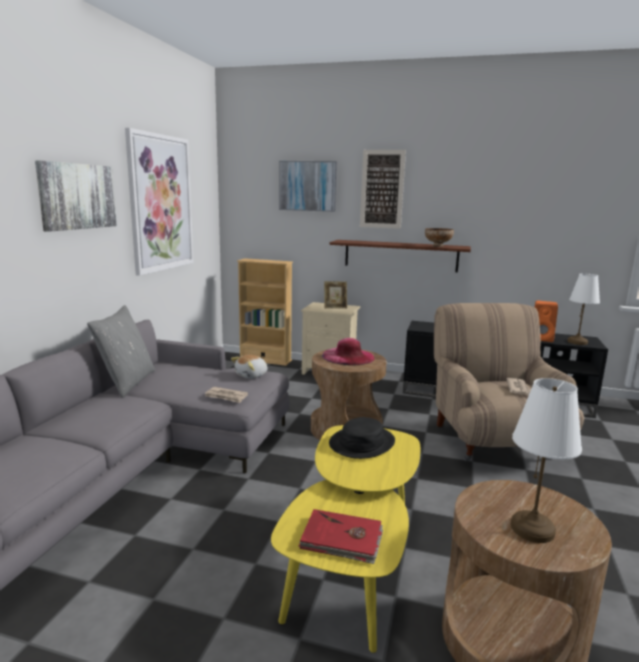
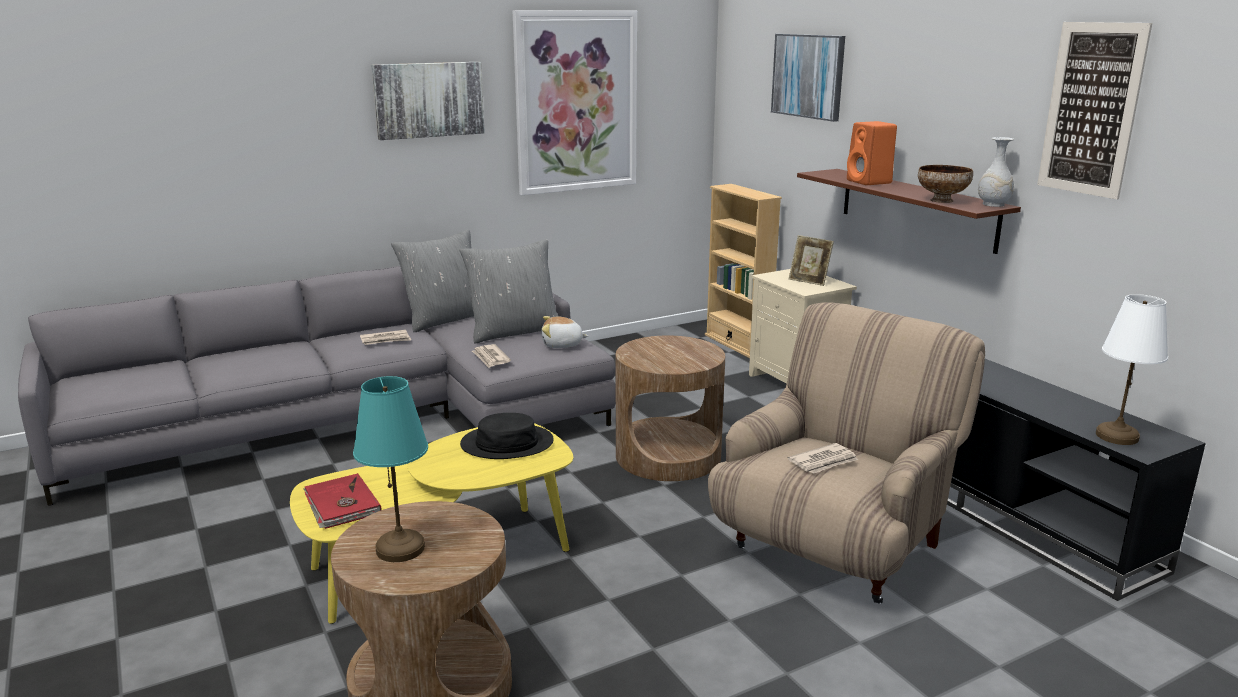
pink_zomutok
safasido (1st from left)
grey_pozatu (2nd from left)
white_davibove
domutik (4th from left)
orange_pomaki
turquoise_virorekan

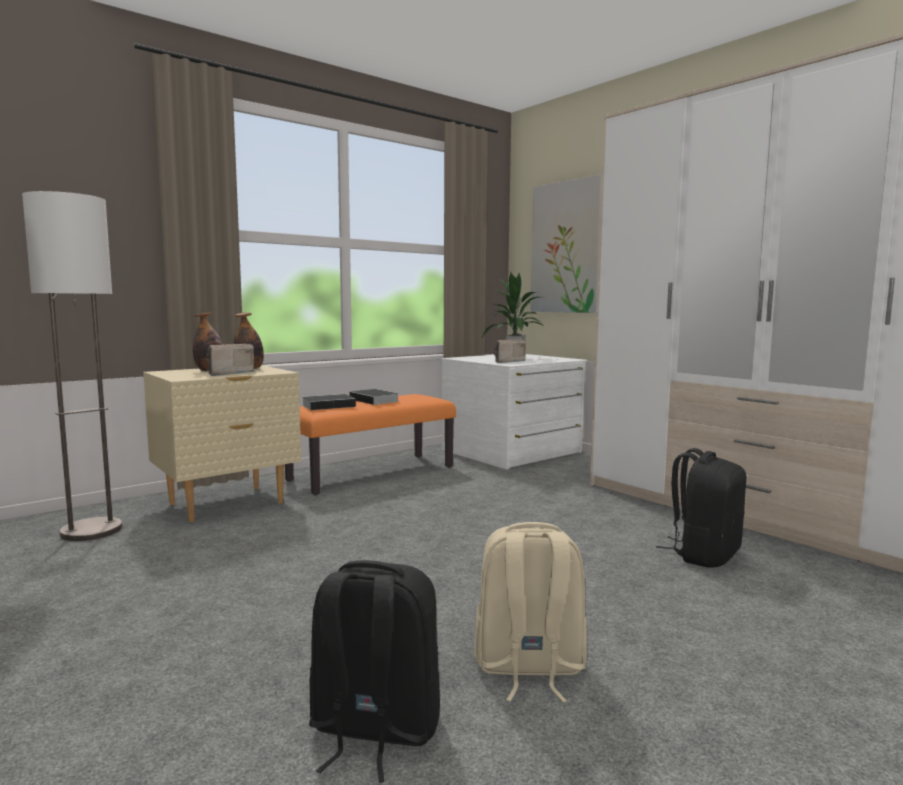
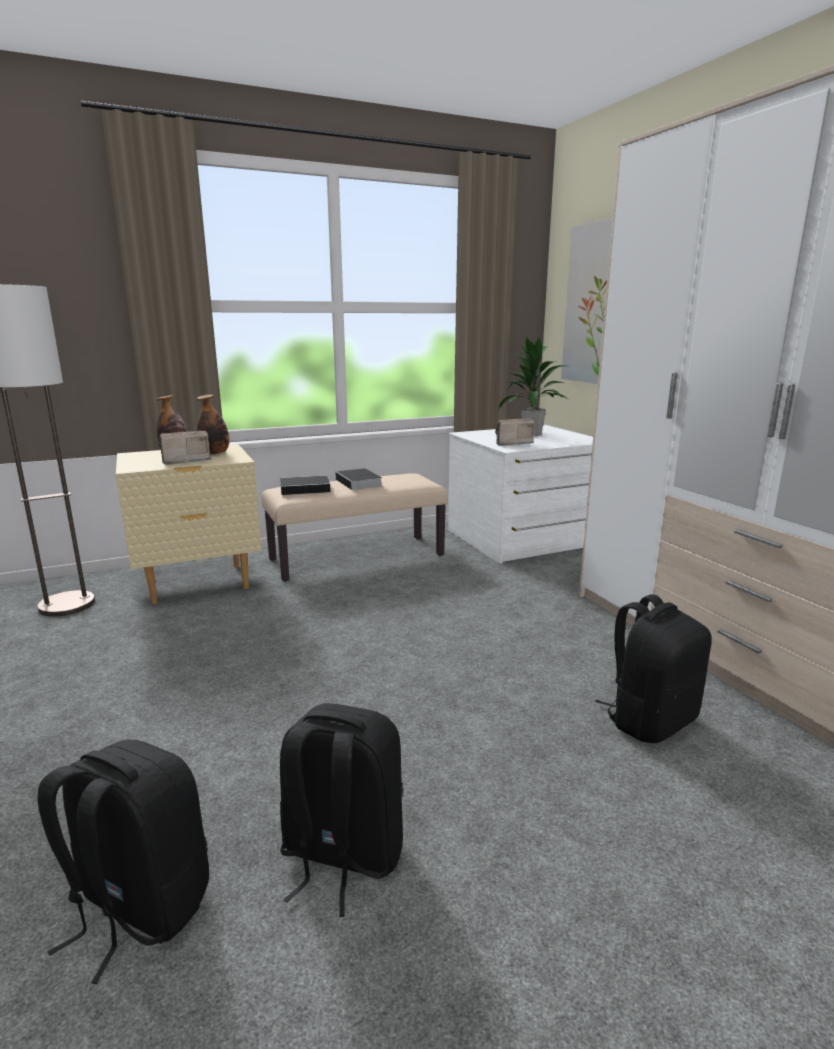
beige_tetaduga
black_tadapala (2nd from left)

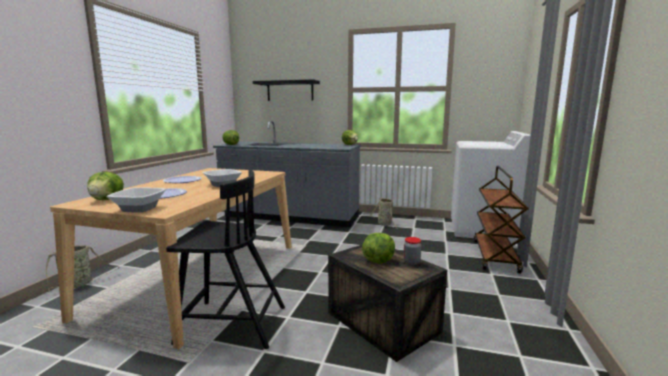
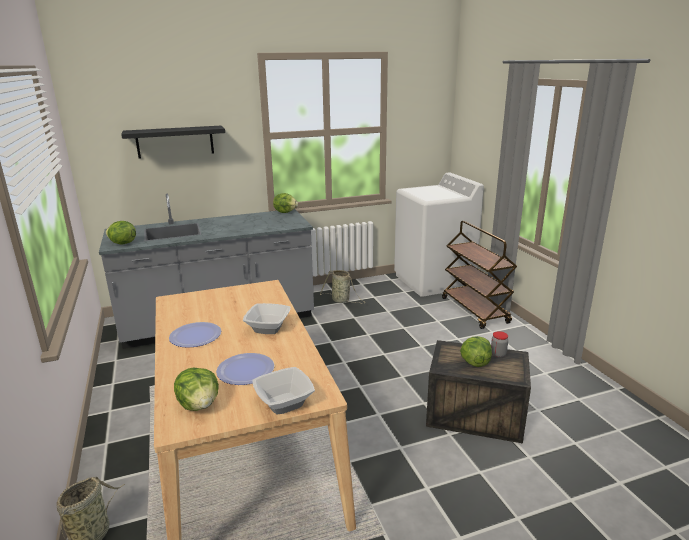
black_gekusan

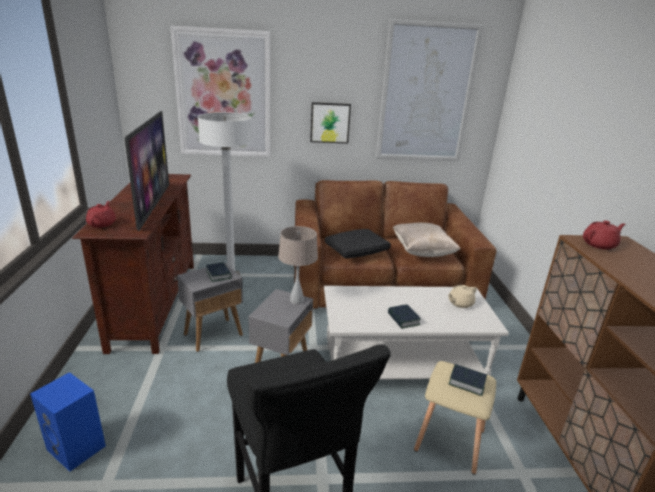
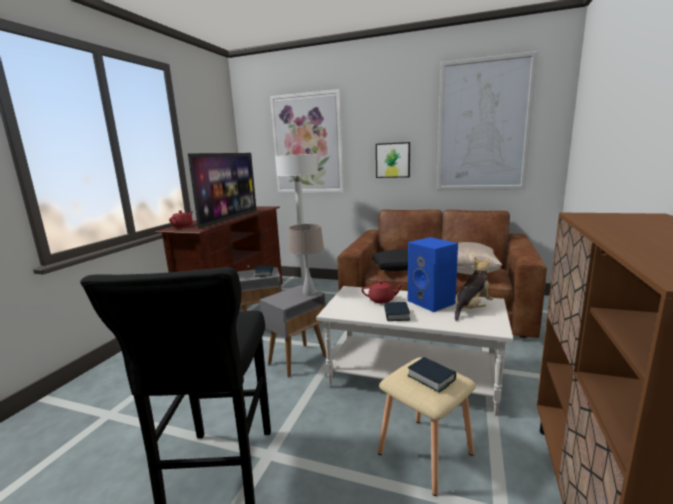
blue_pomaki
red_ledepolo (2nd from left)
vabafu

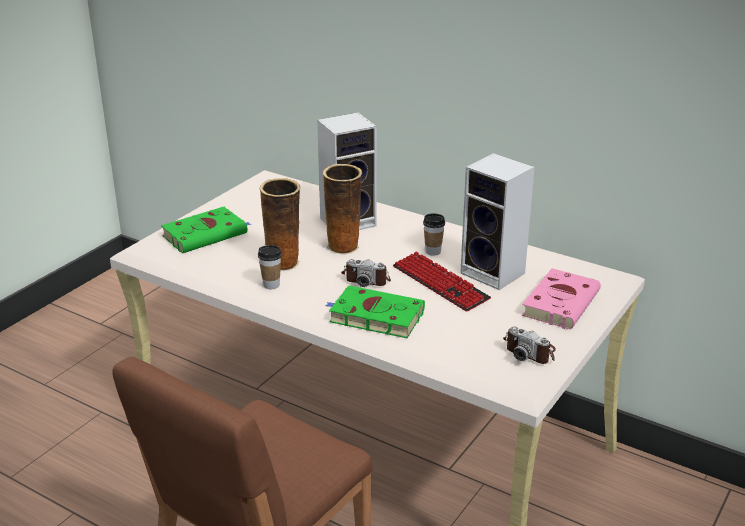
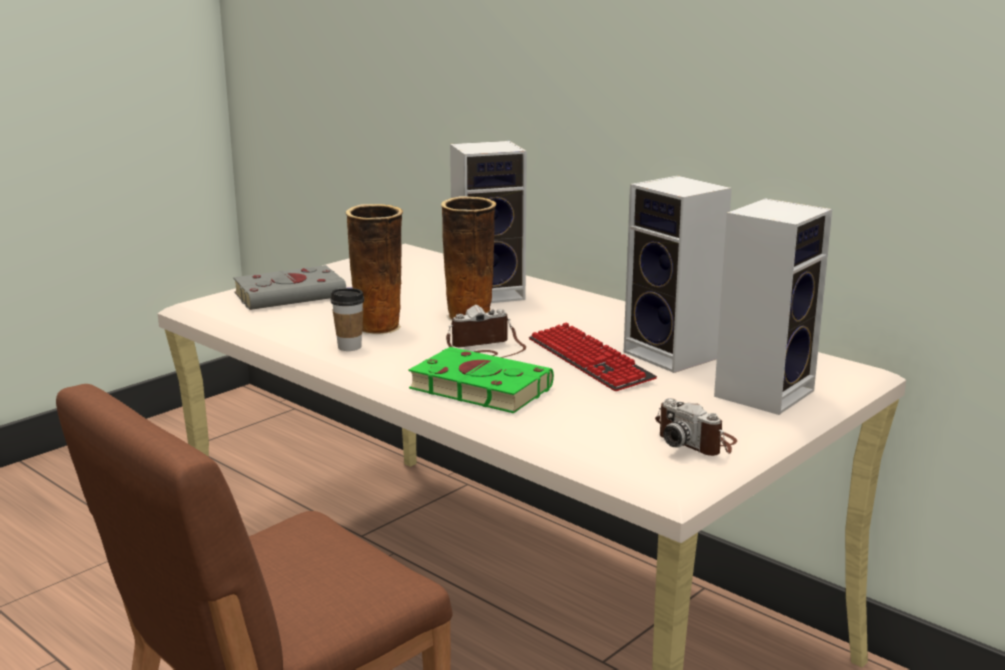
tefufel (2nd from left in the first image)
pomaki (3rd from left)
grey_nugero
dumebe (1st from left)

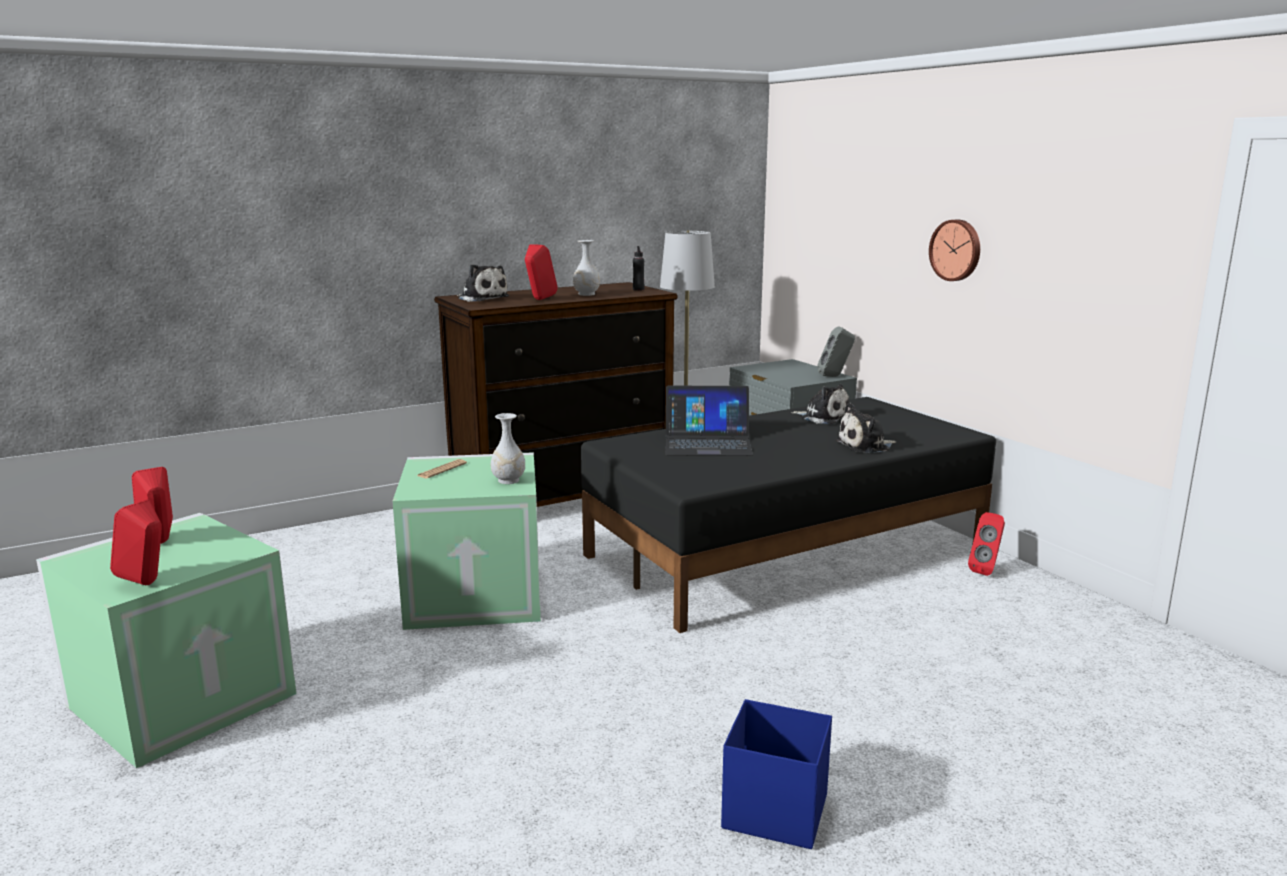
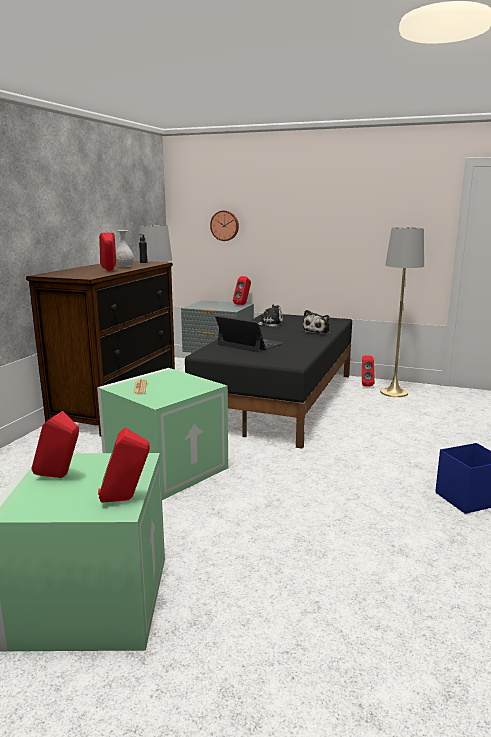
vabafu (1st from left in the first image)
white_davibove (1st from left in the first image)
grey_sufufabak (2nd from left)
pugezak
red_pomaki (4th from left)
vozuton

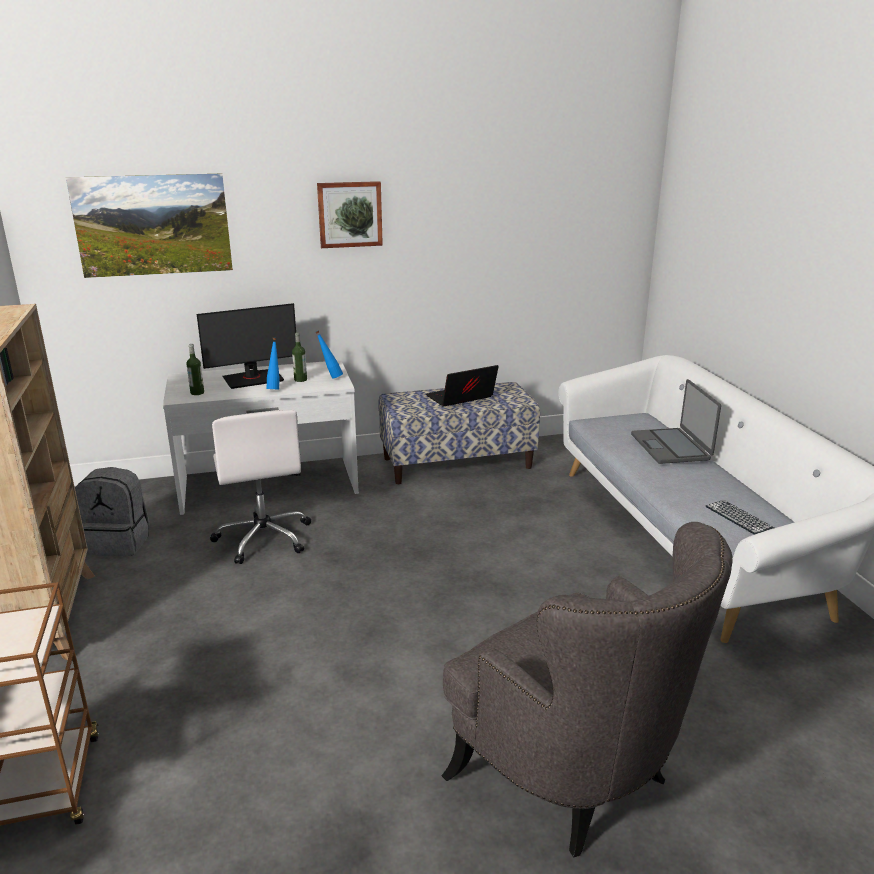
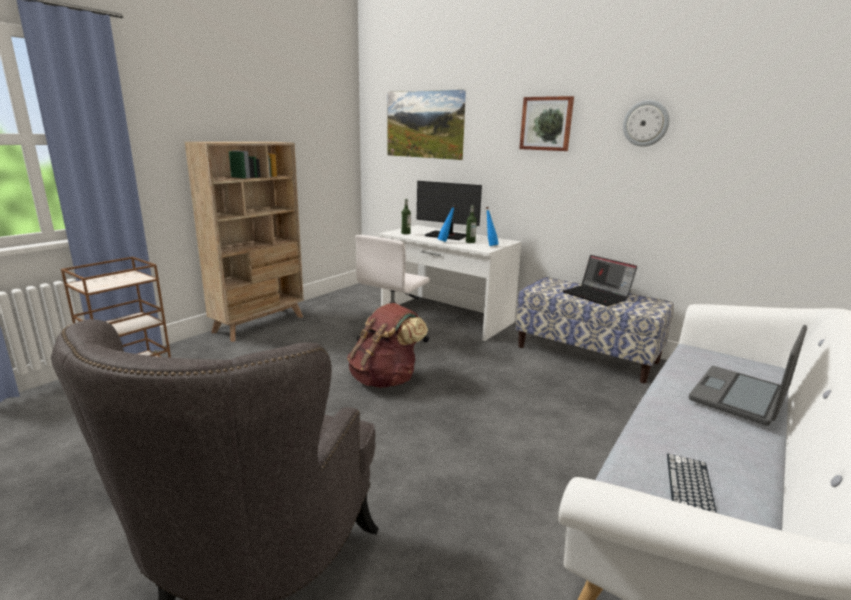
grey_tadapala
brown_tadapala
pugezak
vozuton (1st from left)

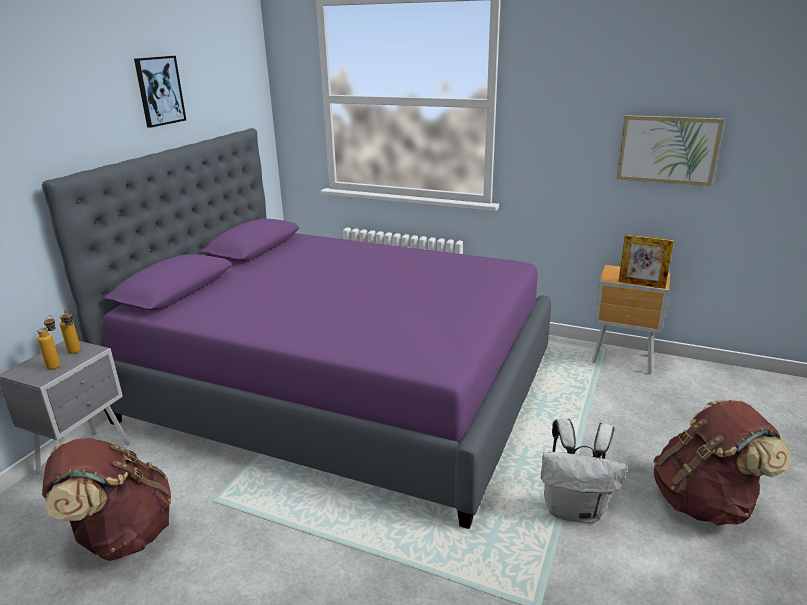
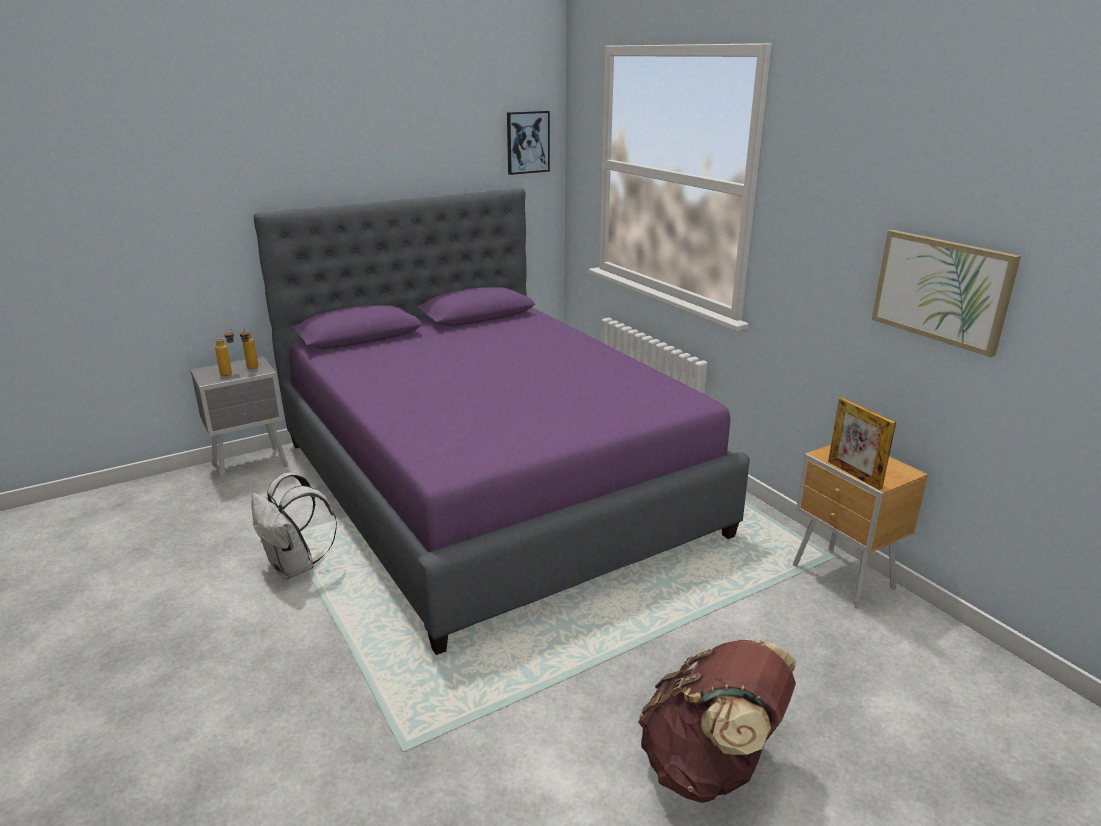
brown_tadapala (1st from left in the first image)
domutik (1st from left)
white_tadapala

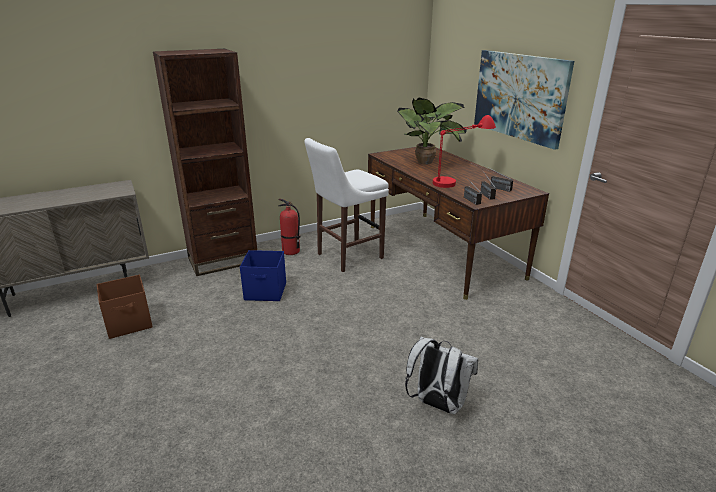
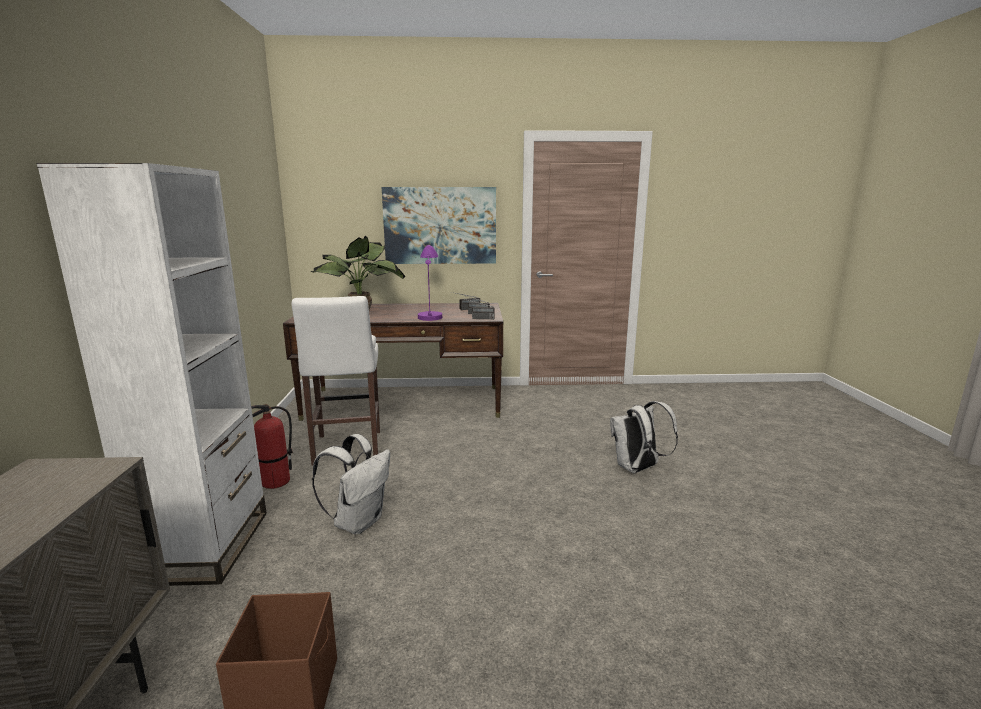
white_tadapala (1st from left)
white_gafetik
purple_virorekan

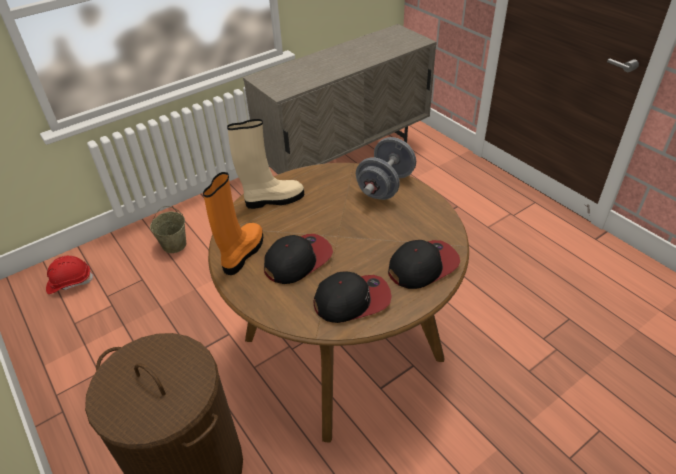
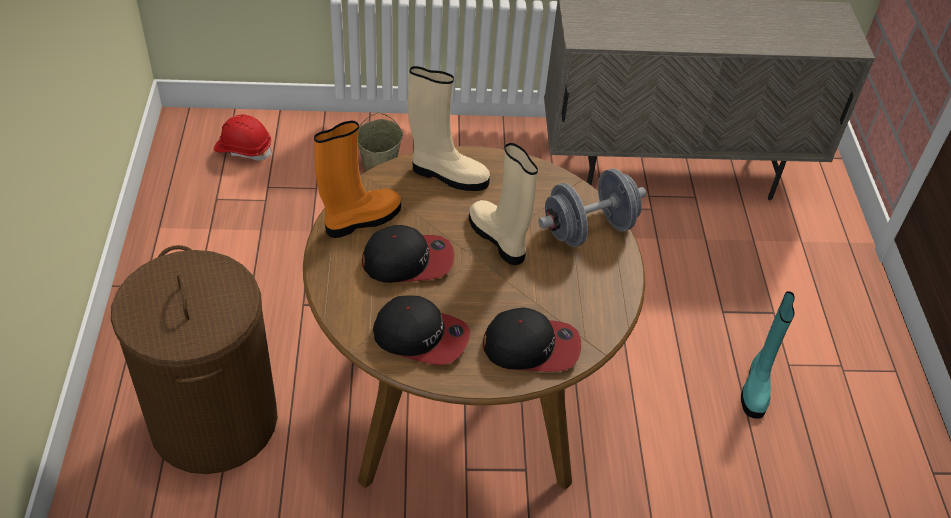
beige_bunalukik (2nd from left)
turquoise_bunalukik

